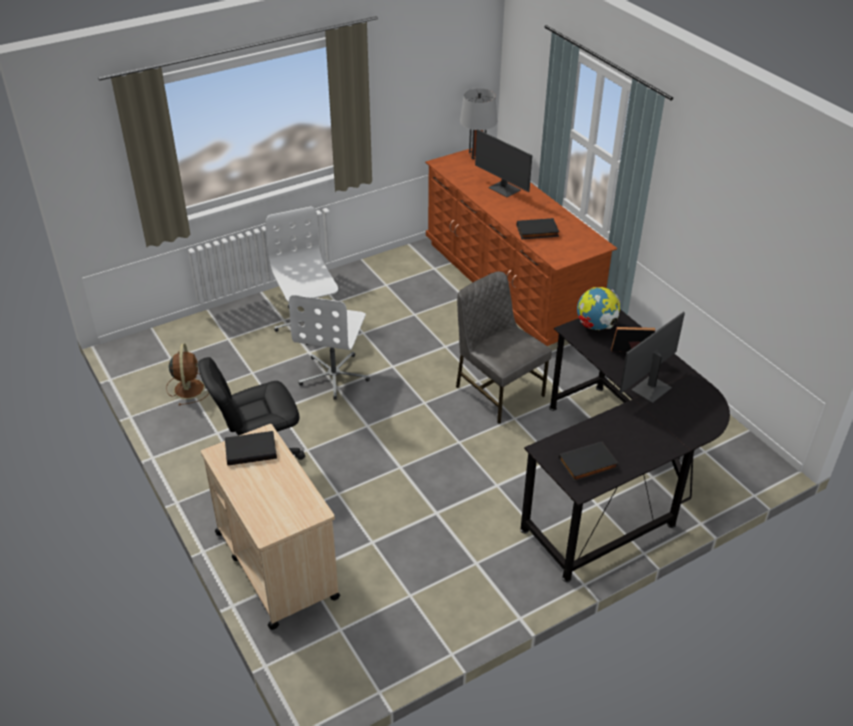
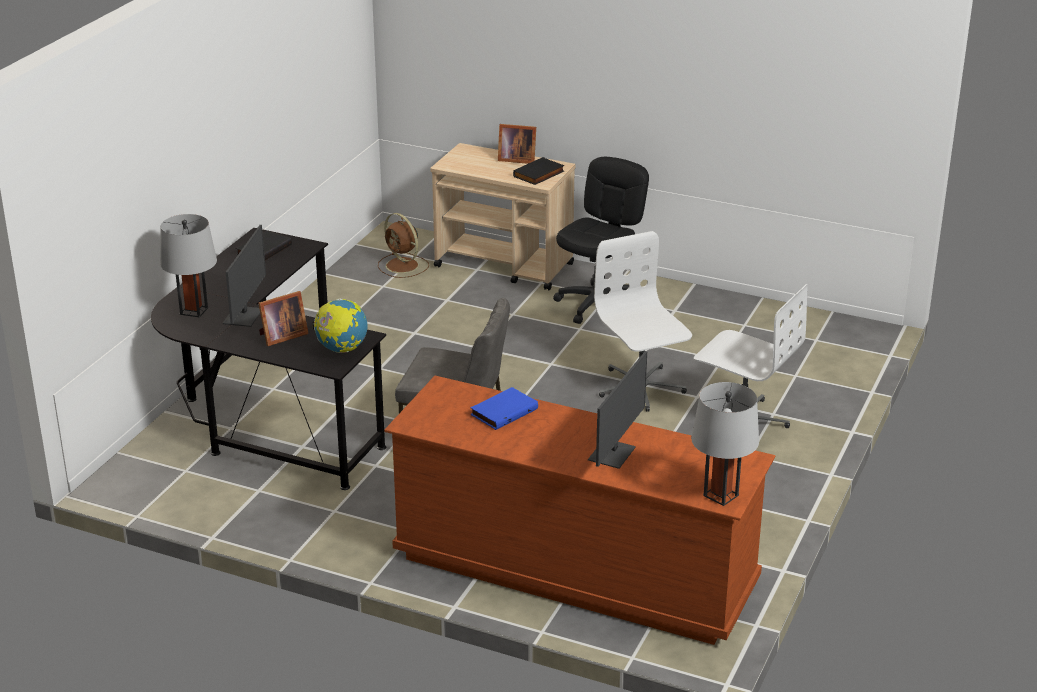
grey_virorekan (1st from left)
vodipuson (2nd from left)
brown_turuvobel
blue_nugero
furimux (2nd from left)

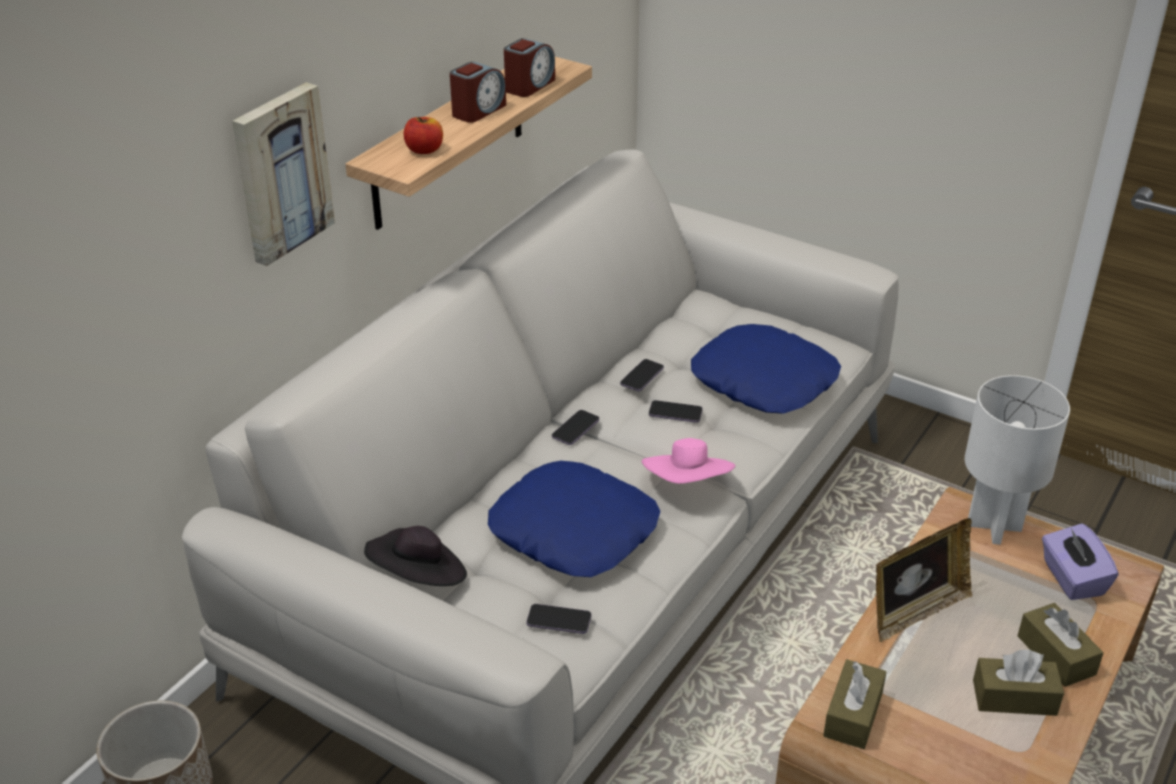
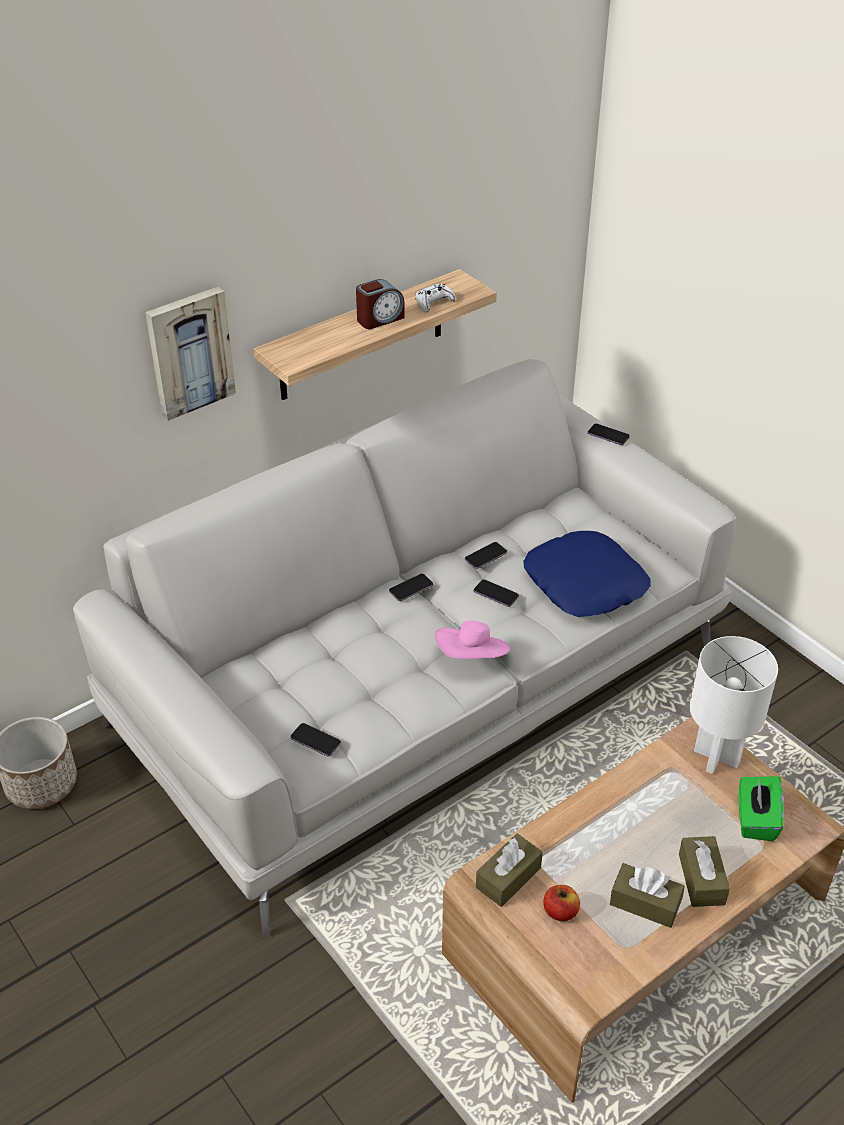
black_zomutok
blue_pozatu (1st from left in the first image)
vodipuson
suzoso (5th from left)
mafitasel
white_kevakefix
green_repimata

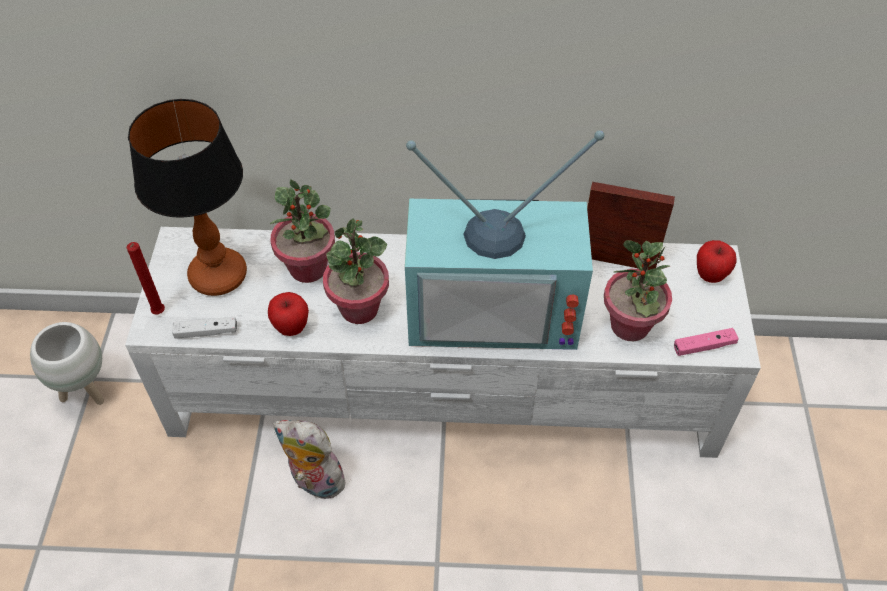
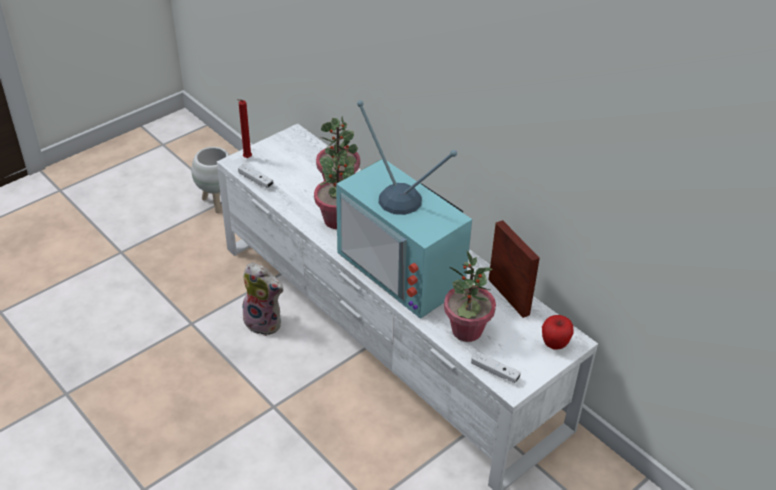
virorekan
mafitasel (1st from left in the first image)
white_kevakefix (2nd from left)
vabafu

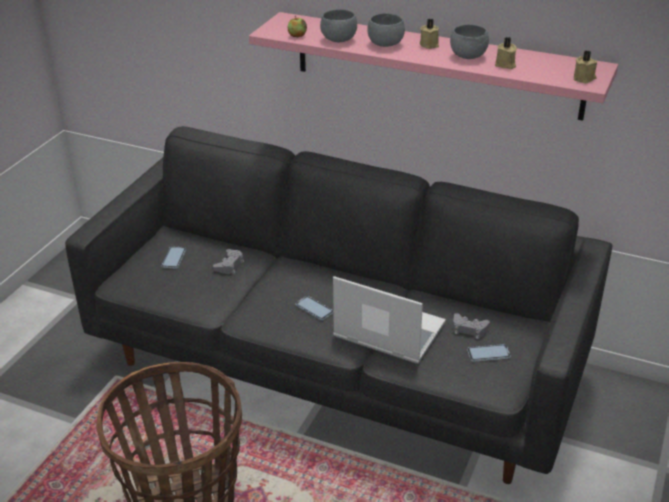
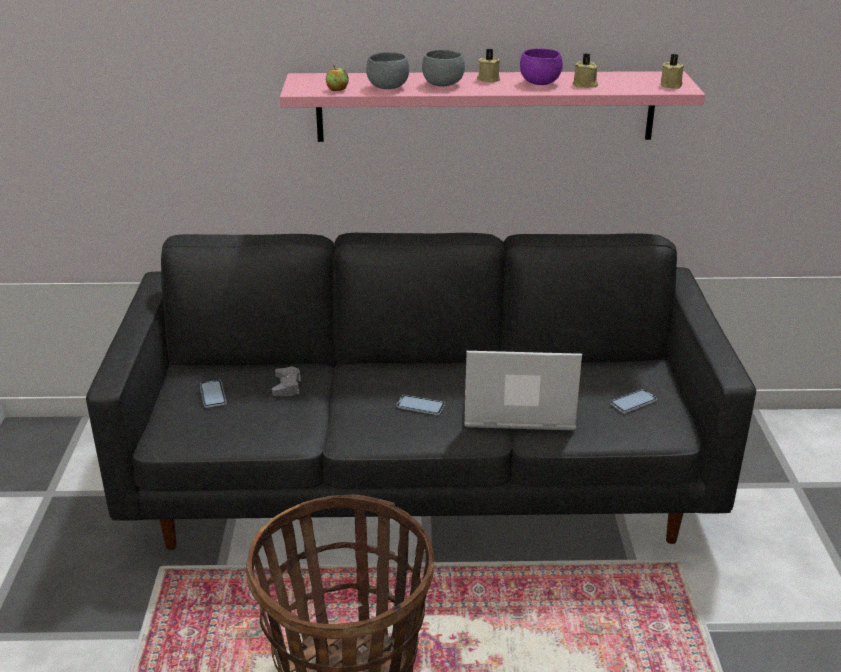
grey_kevakefix (2nd from left in the first image)
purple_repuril

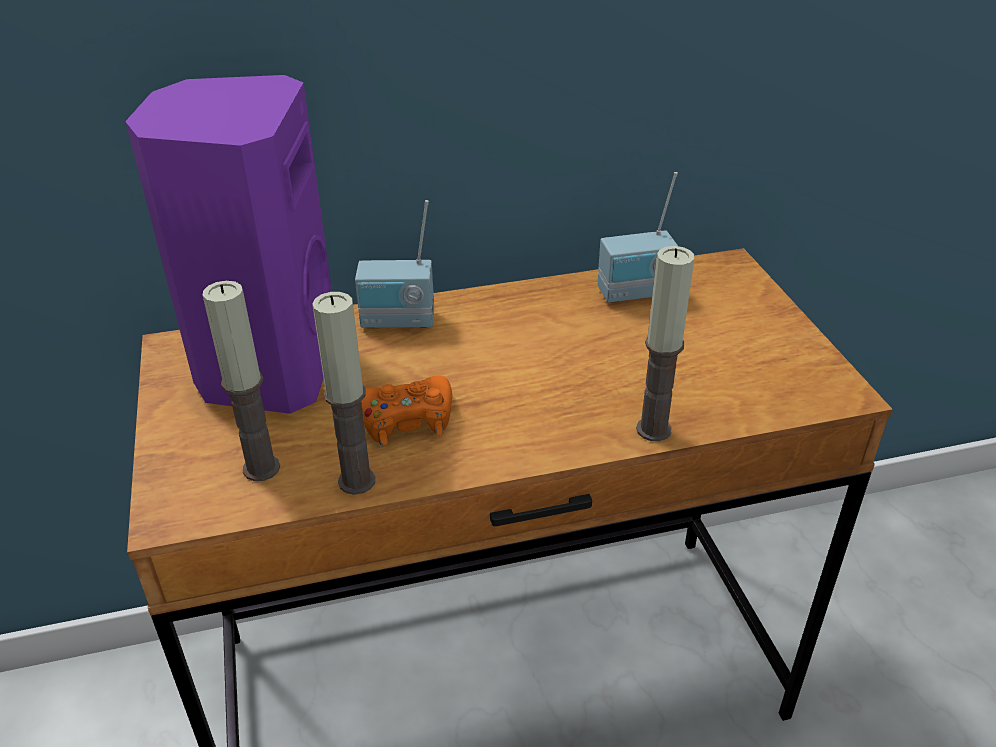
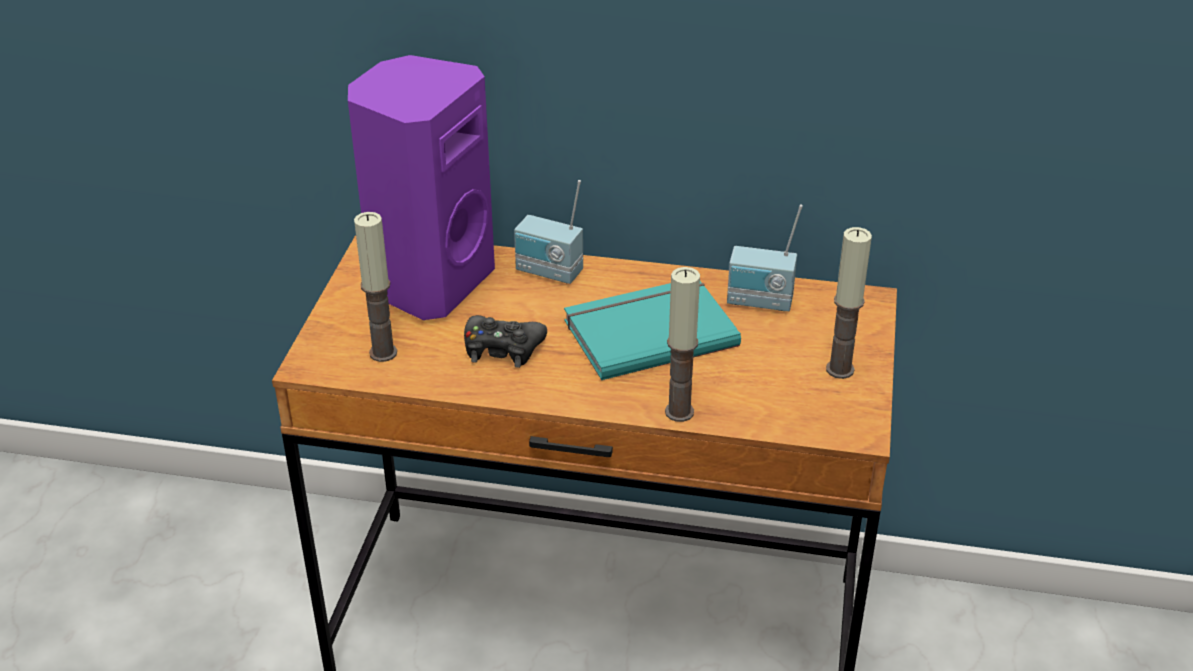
turquoise_nugero
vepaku (3rd from left)
black_kevakefix

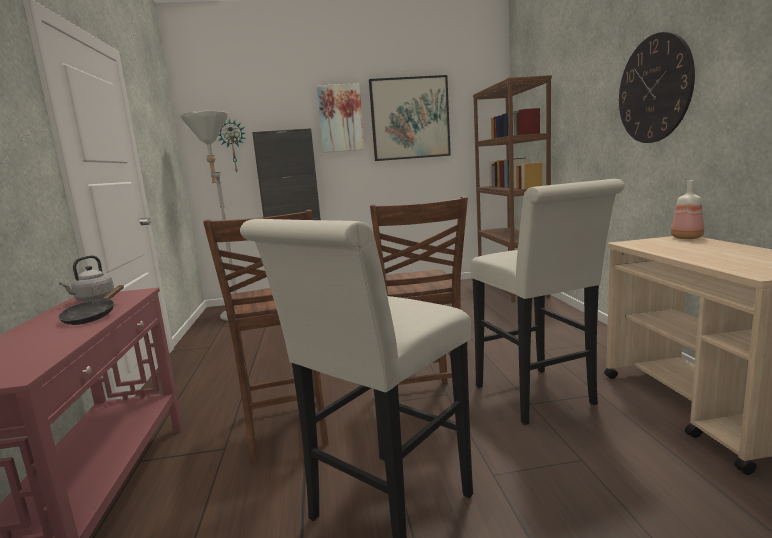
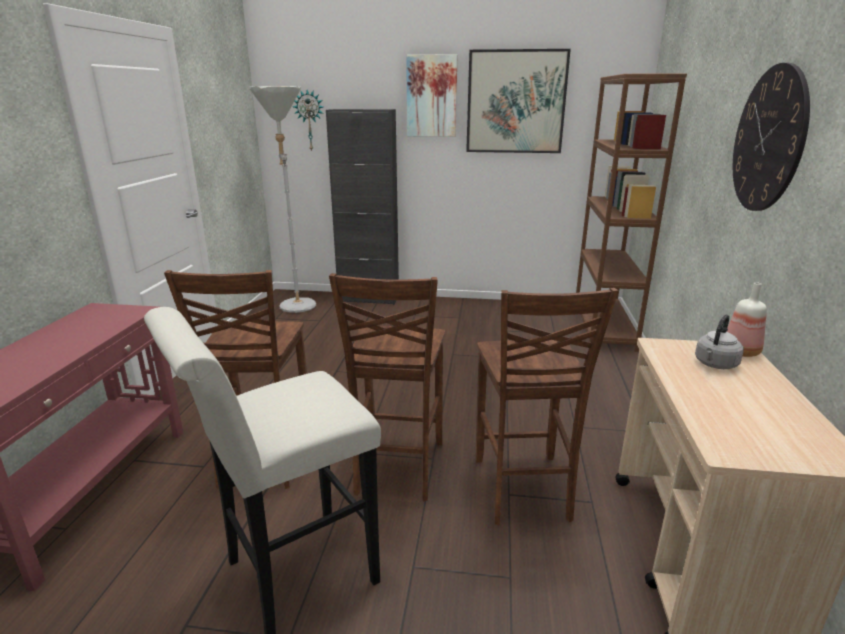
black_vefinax
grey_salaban
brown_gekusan (3rd from left)

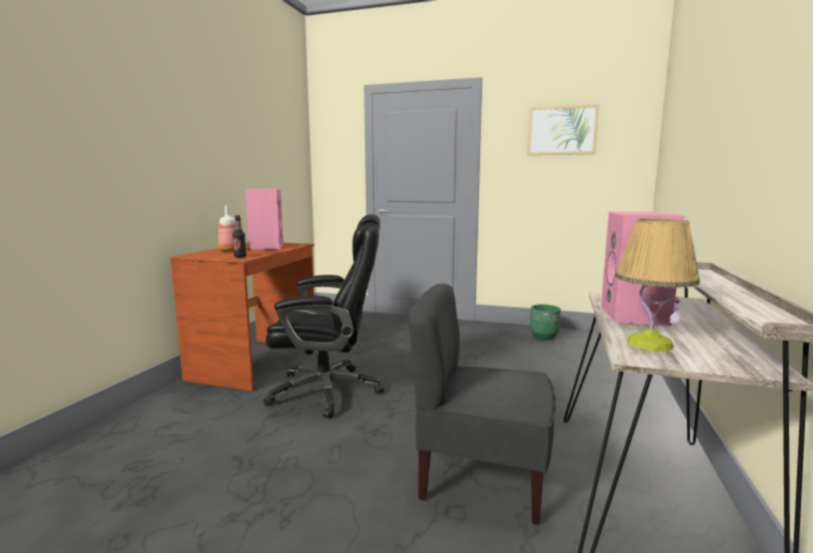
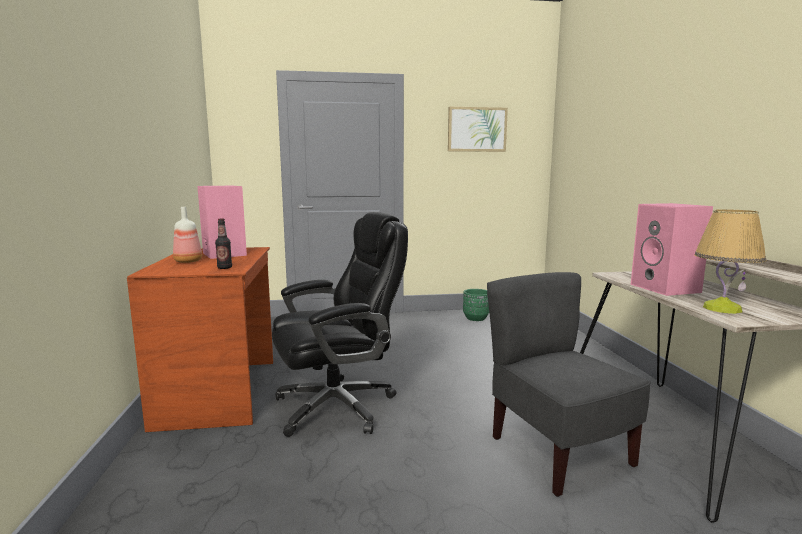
grey_gekusan

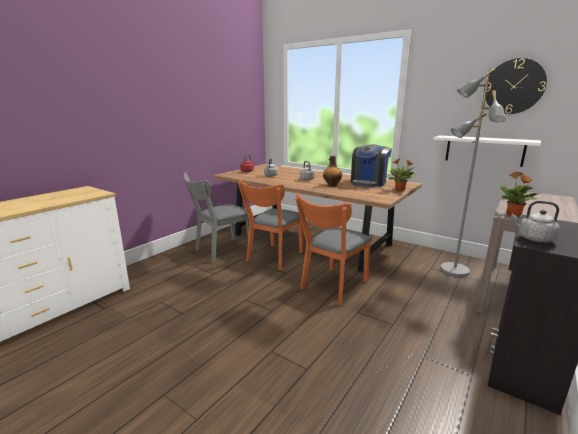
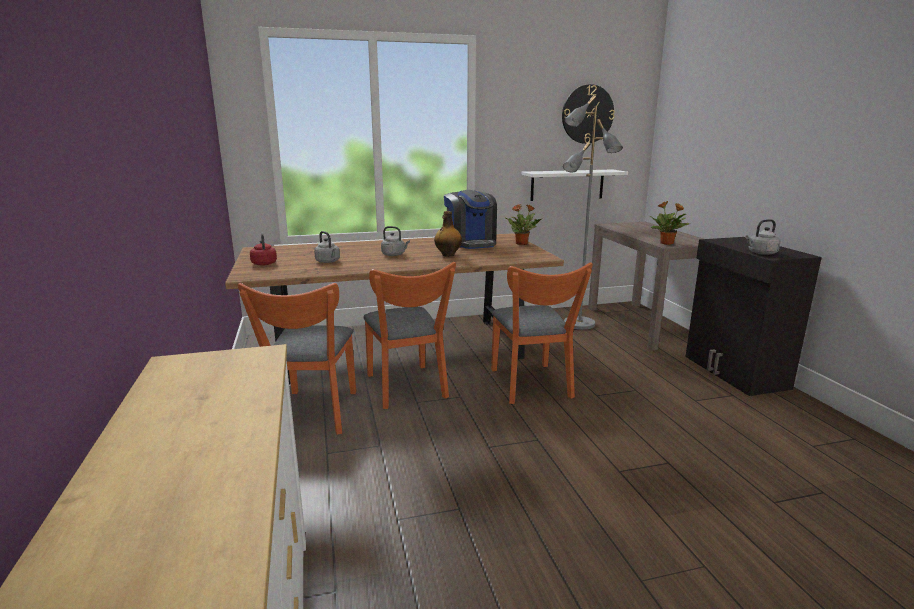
orange_gekusan (1st from left)

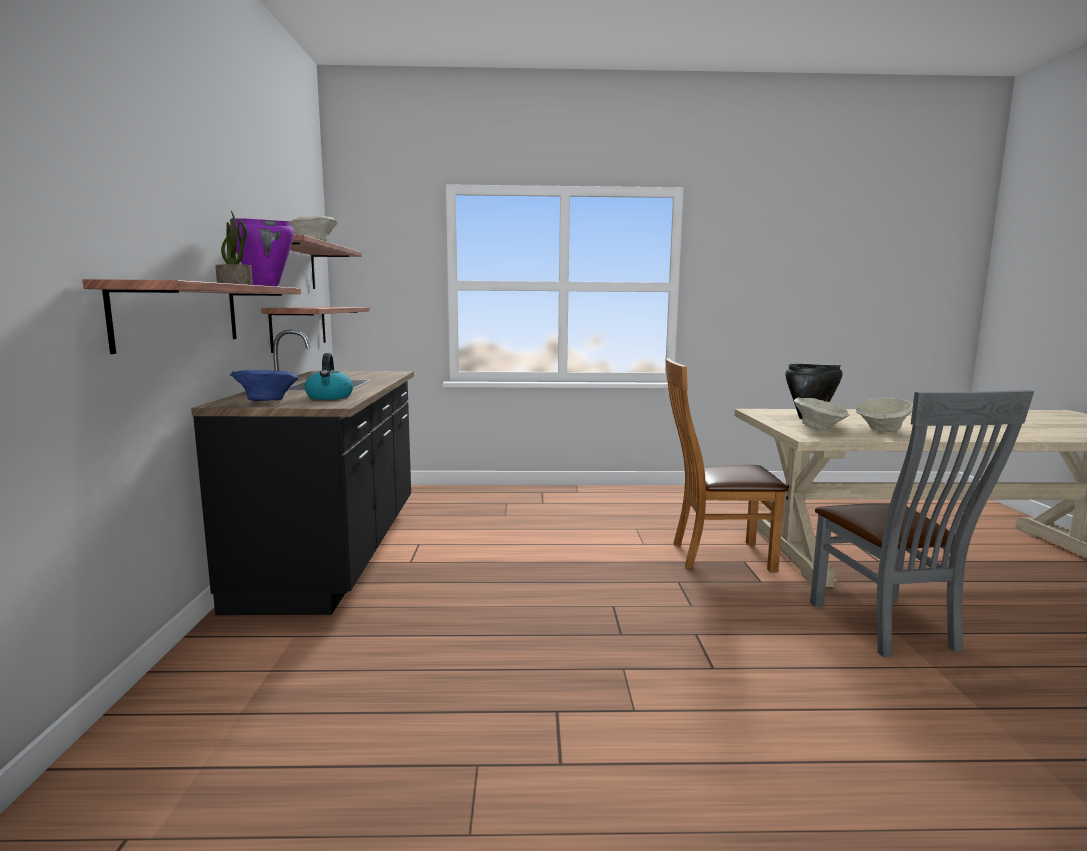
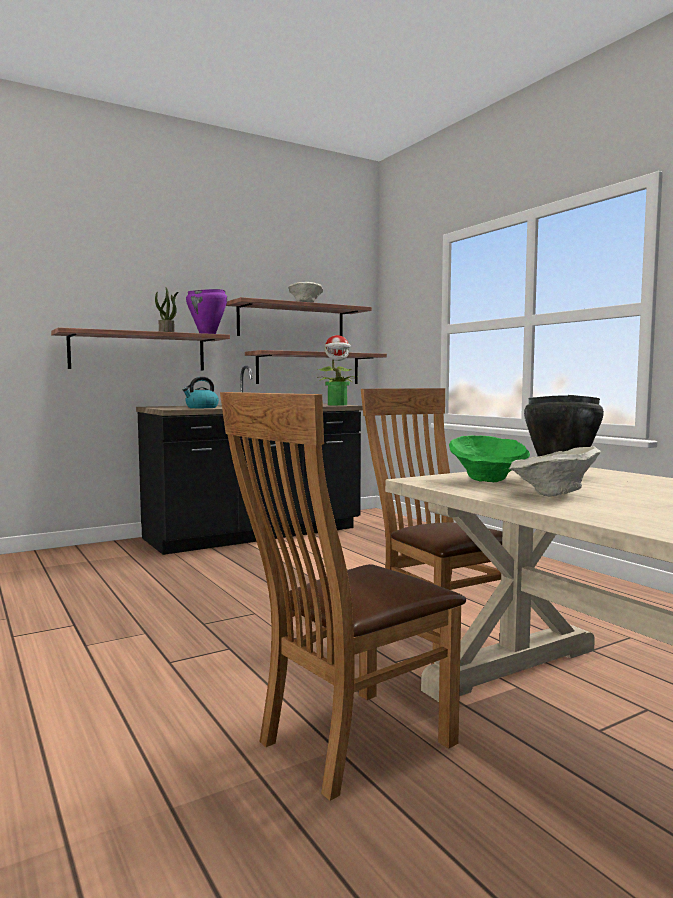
blue_repuril
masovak (2nd from left)
green_repuril
brown_gekusan (1st from left)

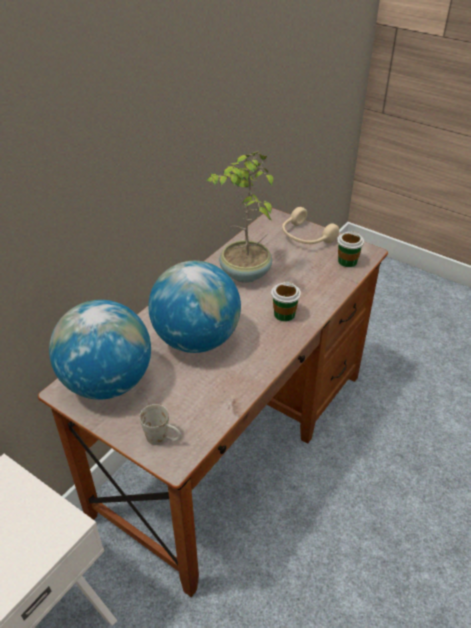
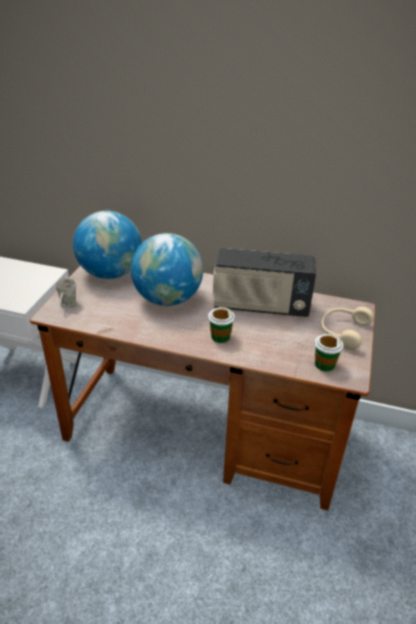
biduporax

